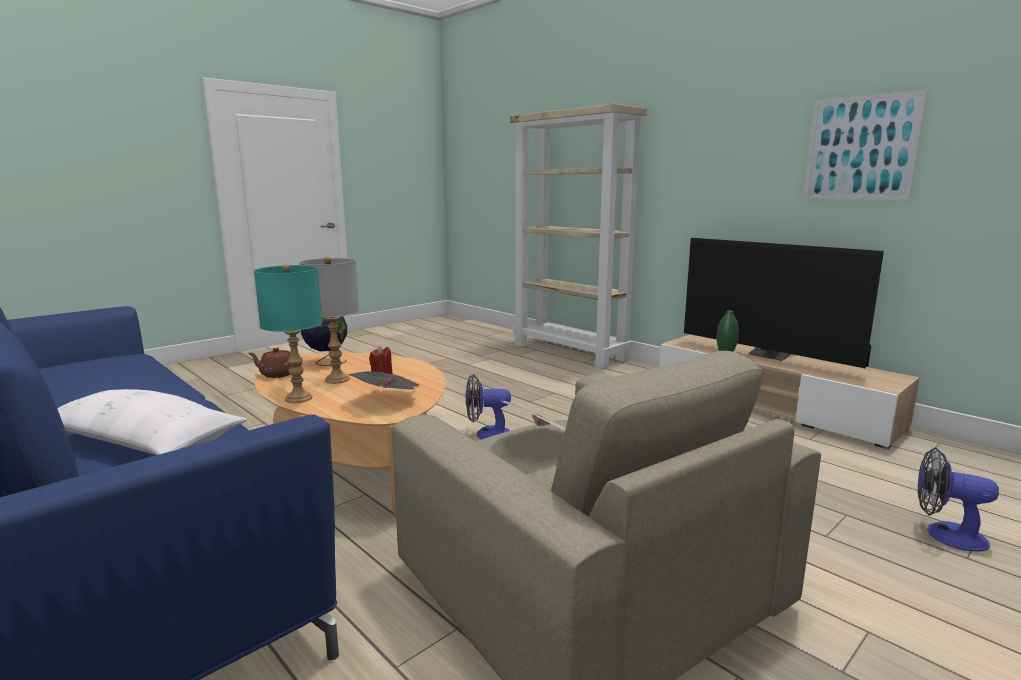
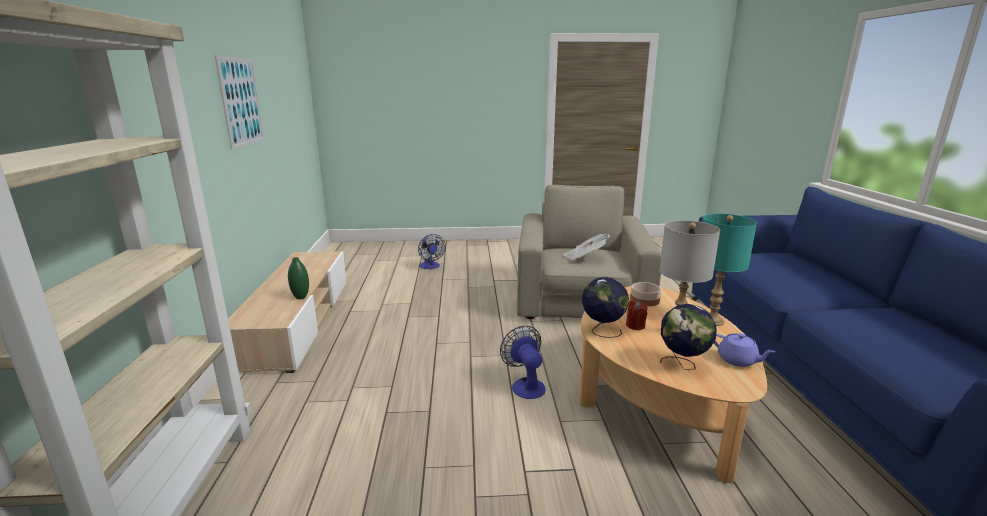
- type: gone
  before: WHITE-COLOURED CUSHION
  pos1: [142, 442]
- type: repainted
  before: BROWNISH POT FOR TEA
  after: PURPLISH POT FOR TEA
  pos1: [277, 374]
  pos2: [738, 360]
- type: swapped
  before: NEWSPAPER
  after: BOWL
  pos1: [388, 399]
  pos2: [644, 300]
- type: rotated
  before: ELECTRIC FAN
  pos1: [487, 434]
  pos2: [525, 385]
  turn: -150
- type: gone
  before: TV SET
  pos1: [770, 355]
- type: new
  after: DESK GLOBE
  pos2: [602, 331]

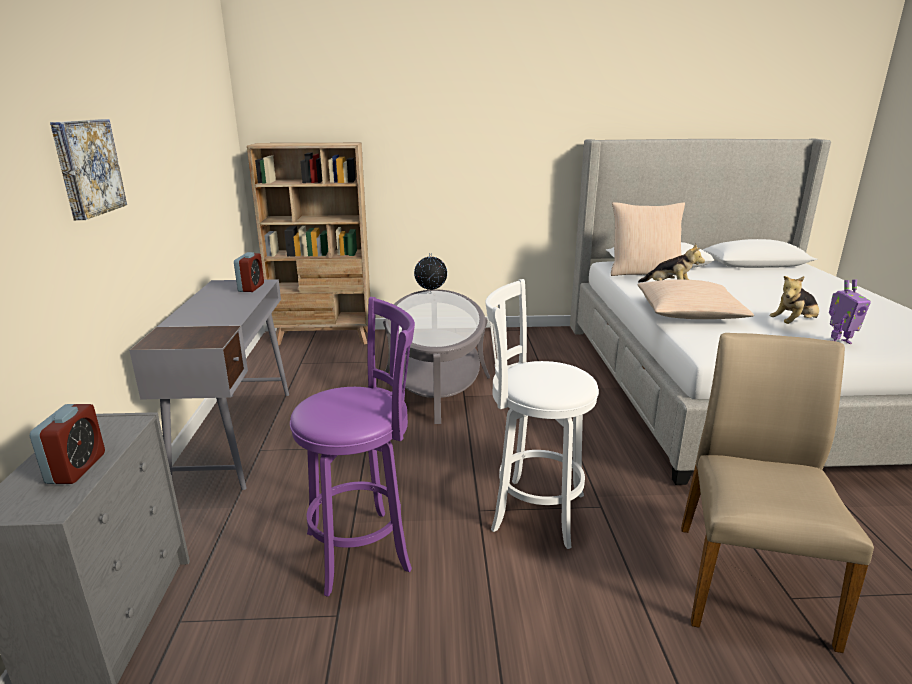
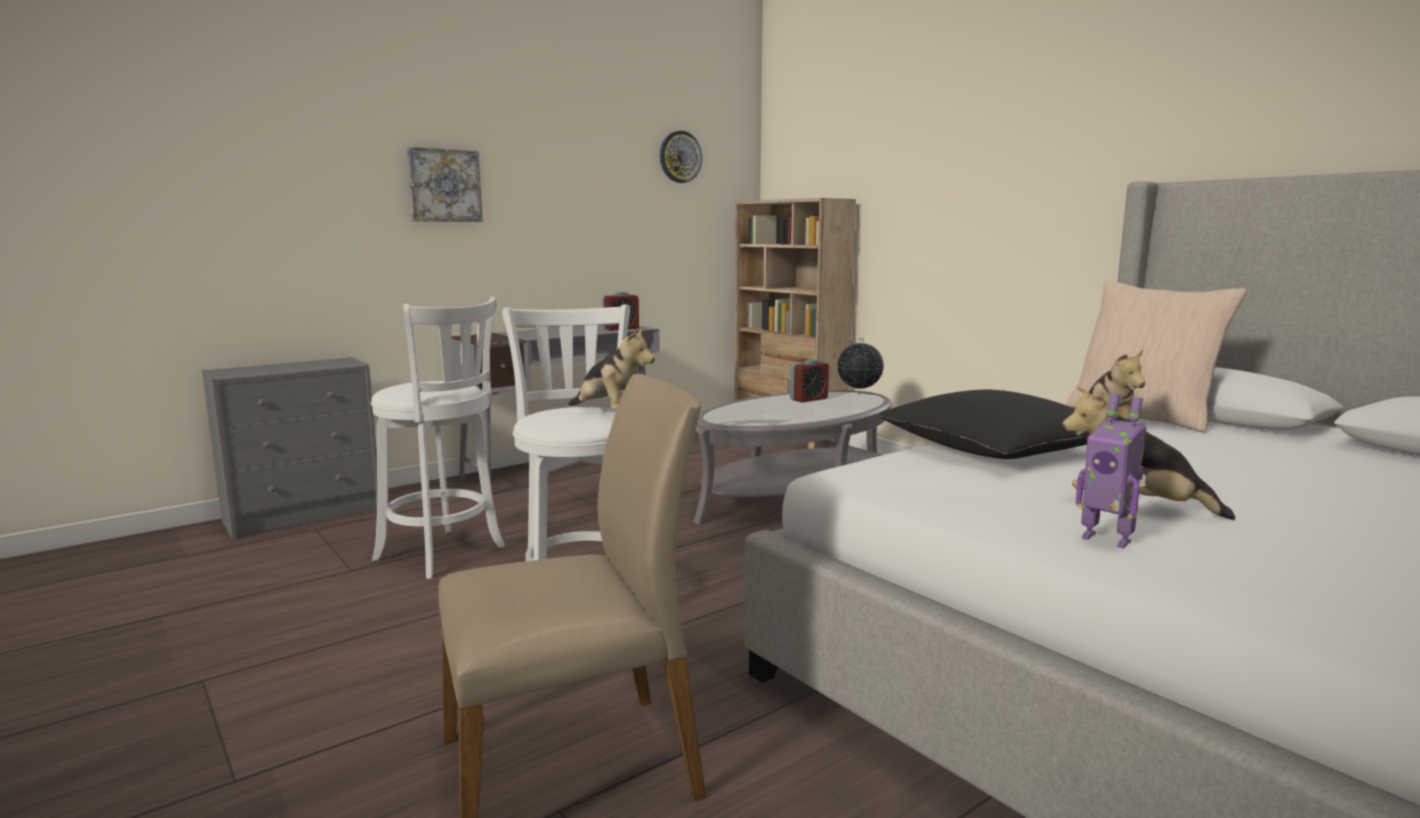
- type: shifted
  before: TABLE CLOCK
  pos1: [76, 468]
  pos2: [808, 399]
- type: repainted
  before: PURPLISH STOOL SEAT
  after: WHITE-COLOURED STOOL SEAT
  pos1: [364, 549]
  pos2: [444, 554]
- type: repainted
  before: SAND-COLOURED CUSHION
  after: BLACK-COLOURED CUSHION
  pos1: [689, 313]
  pos2: [994, 451]
- type: new
  after: PLUSH TOY
  pos2: [609, 414]
- type: new
  after: WALL CLOCK
  pos2: [680, 157]

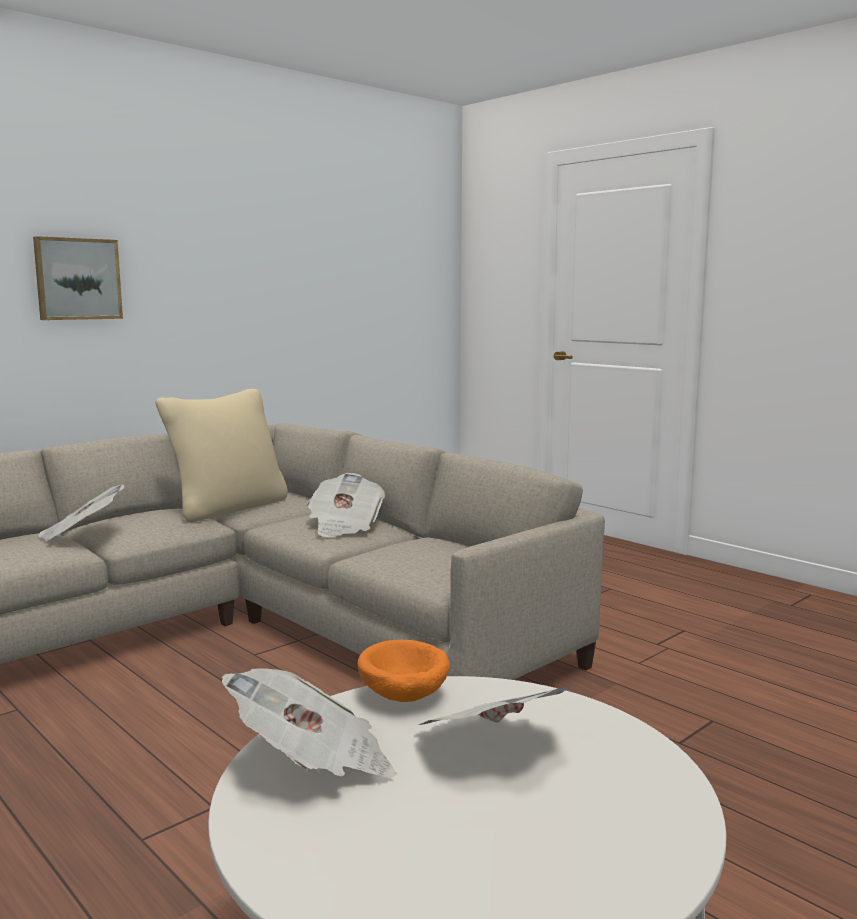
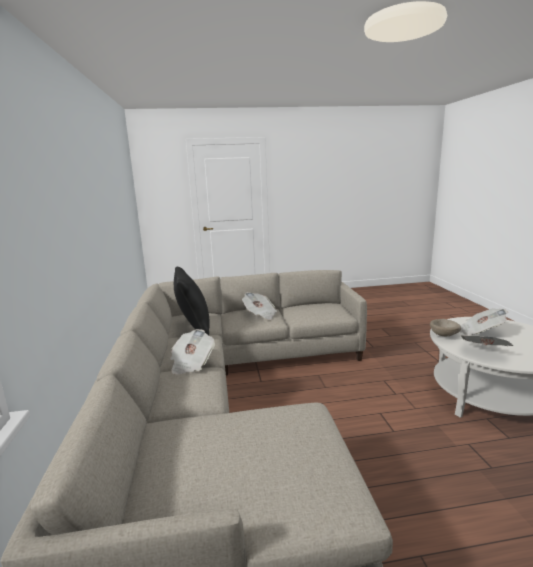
- type: gone
  before: WALL PICTURE
  pos1: [77, 279]
- type: repainted
  before: SAND-COLOURED CUSHION
  after: BLACK-COLOURED CUSHION
  pos1: [228, 508]
  pos2: [194, 328]
- type: repainted
  before: ORANGEY BOWL
  after: SAND-COLOURED BOWL
  pos1: [403, 698]
  pos2: [444, 335]

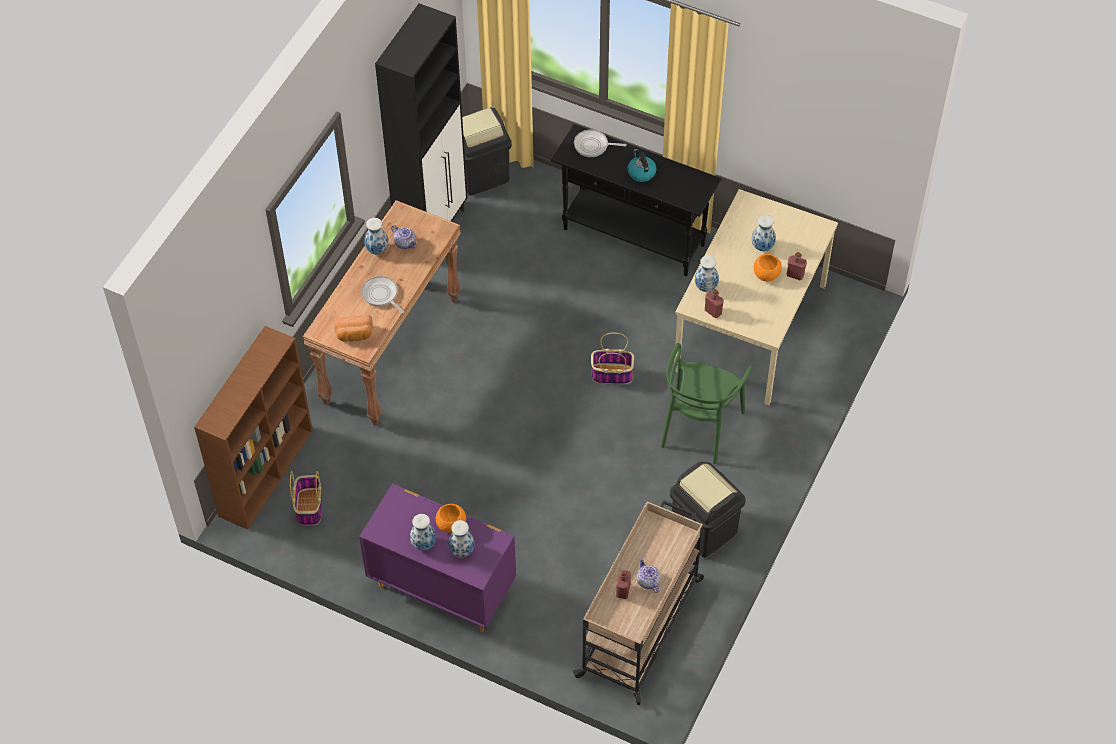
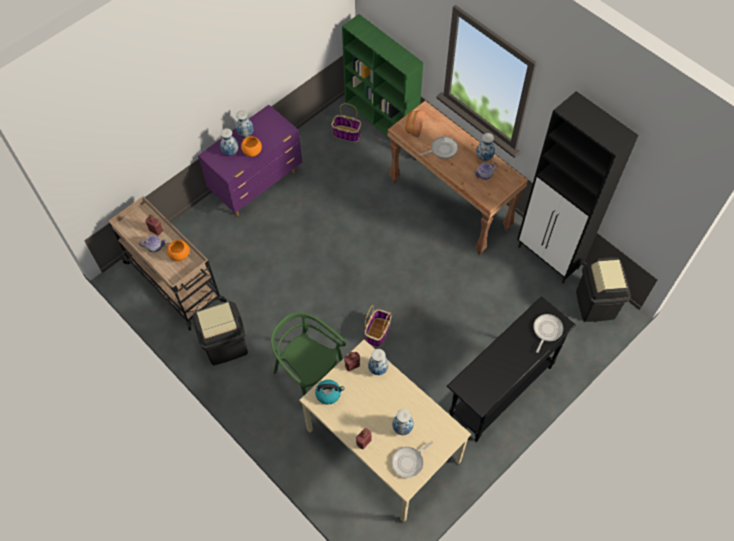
- type: repainted
  before: BROWNISH BOOKSHELF
  after: GREEN-COLOURED BOOKSHELF
  pos1: [266, 472]
  pos2: [381, 119]
- type: shifted
  before: WATER KETTLE
  pos1: [641, 172]
  pos2: [328, 394]
- type: shifted
  before: ORANGEY BOWL
  pos1: [766, 274]
  pos2: [180, 255]
- type: new
  after: PAN
  pos2: [409, 462]

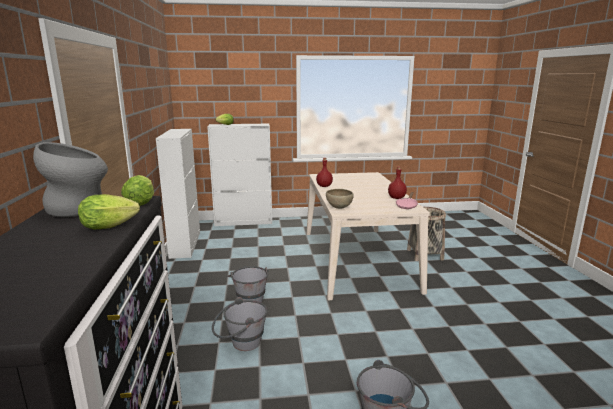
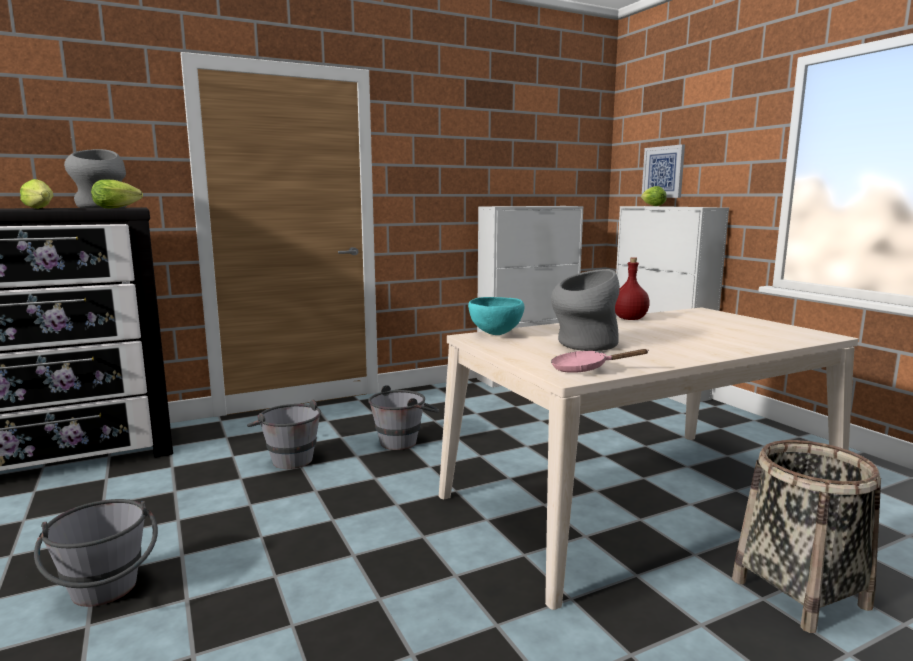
- type: repainted
  before: BROWNISH BOWL
  after: BLUE-GREEN BOWL
  pos1: [339, 208]
  pos2: [495, 334]
- type: gone
  before: RED BEVERAGE BOTTLE
  pos1: [396, 198]
- type: new
  after: GREYISH FLOWER VASE
  pos2: [582, 345]
- type: new
  after: WALL PICTURE
  pos2: [663, 172]

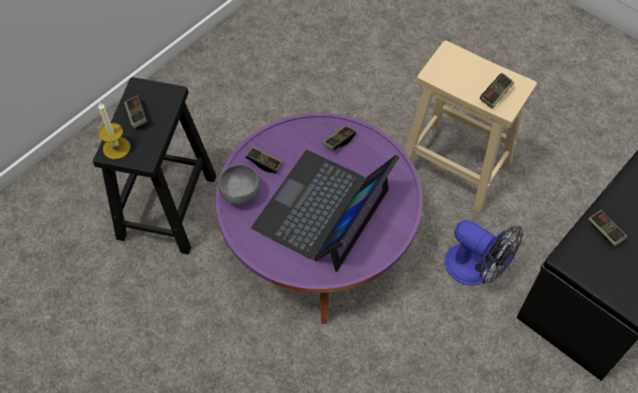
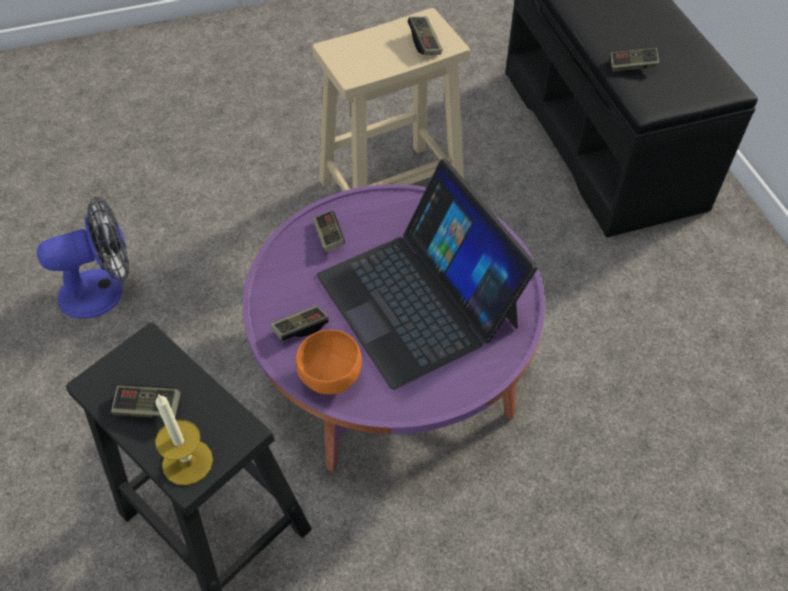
- type: repainted
  before: GREYISH BOWL
  after: ORANGEY BOWL
  pos1: [240, 194]
  pos2: [330, 376]
- type: shifted
  before: ELECTRIC FAN
  pos1: [476, 269]
  pos2: [103, 290]

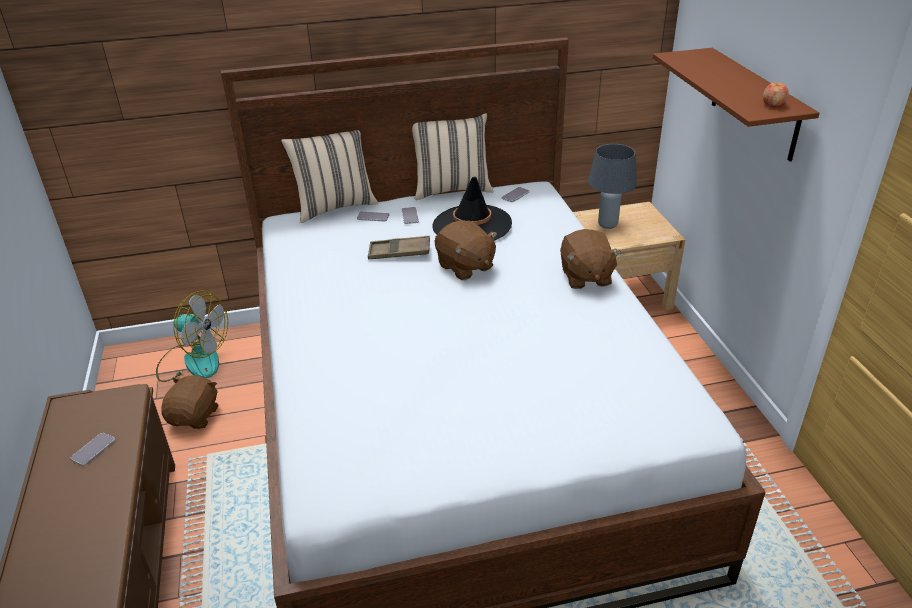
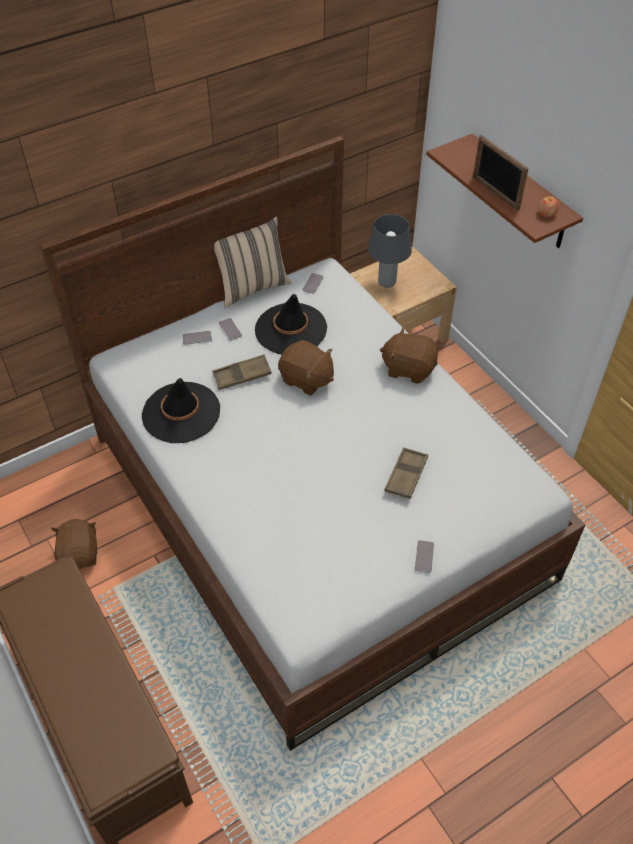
- type: shifted
  before: HANDSET
  pos1: [93, 449]
  pos2: [424, 556]
- type: gone
  before: ELECTRIC FAN
  pos1: [193, 360]
- type: gone
  before: SAND-COLOURED CUSHION
  pos1: [334, 207]
- type: rotated
  before: BROWNISH PLUSH TOY
  pos1: [585, 277]
  pos2: [408, 368]
  turn: 135
- type: new
  after: BLACK-COLOURED HAT
  pos2: [181, 413]
- type: new
  after: BROWNISH SERVING TRAY
  pos2: [406, 475]
- type: new
  after: PICTURE FRAME
  pos2: [495, 193]

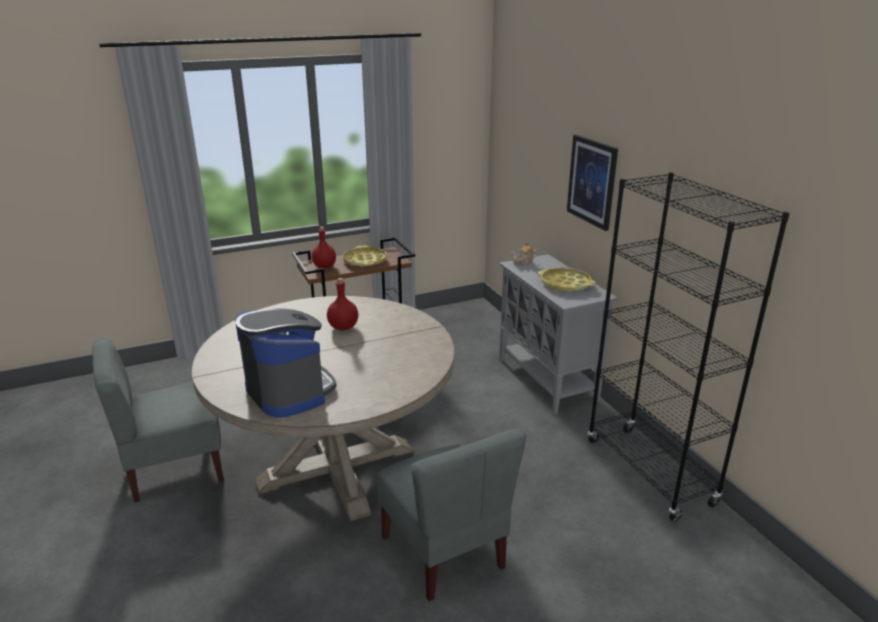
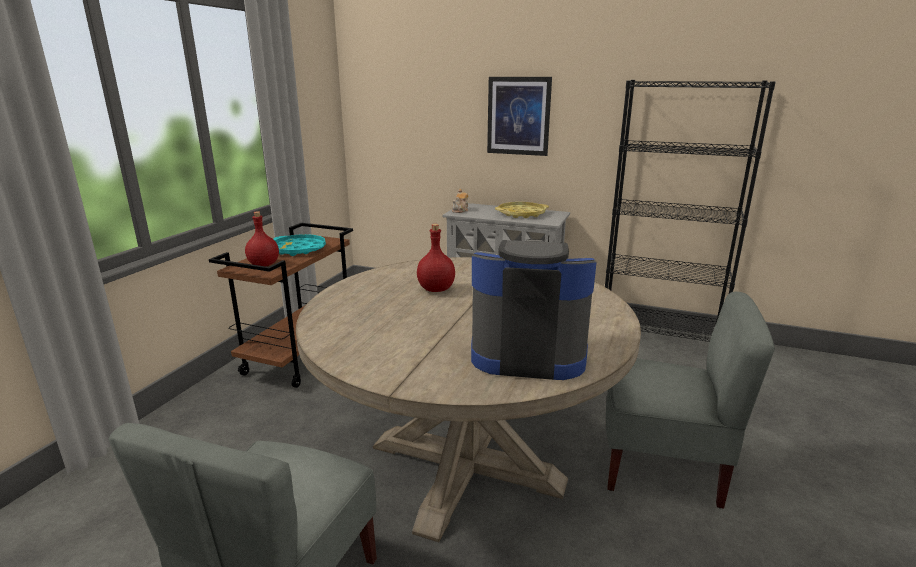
- type: repainted
  before: YELLOWISH SERVING TRAY
  after: BLUE-GREEN SERVING TRAY
  pos1: [365, 261]
  pos2: [299, 249]

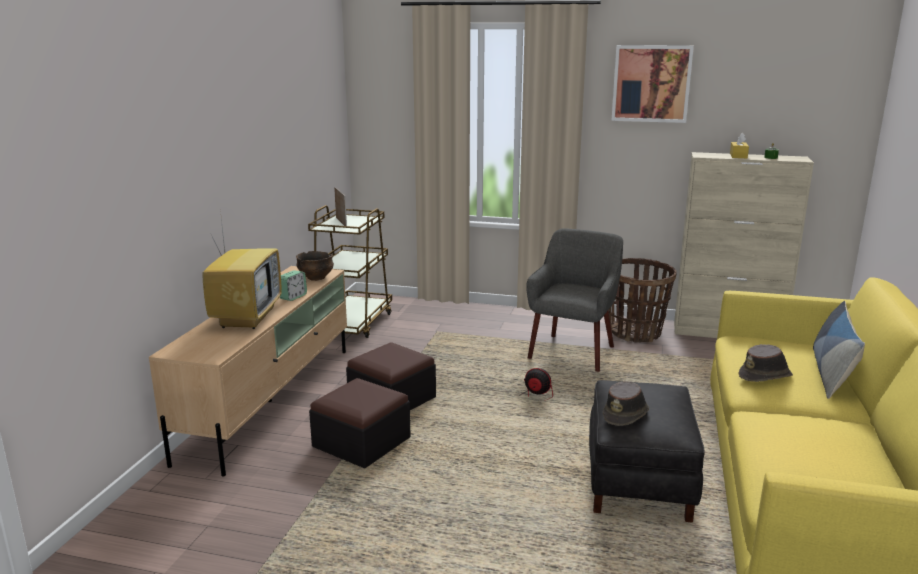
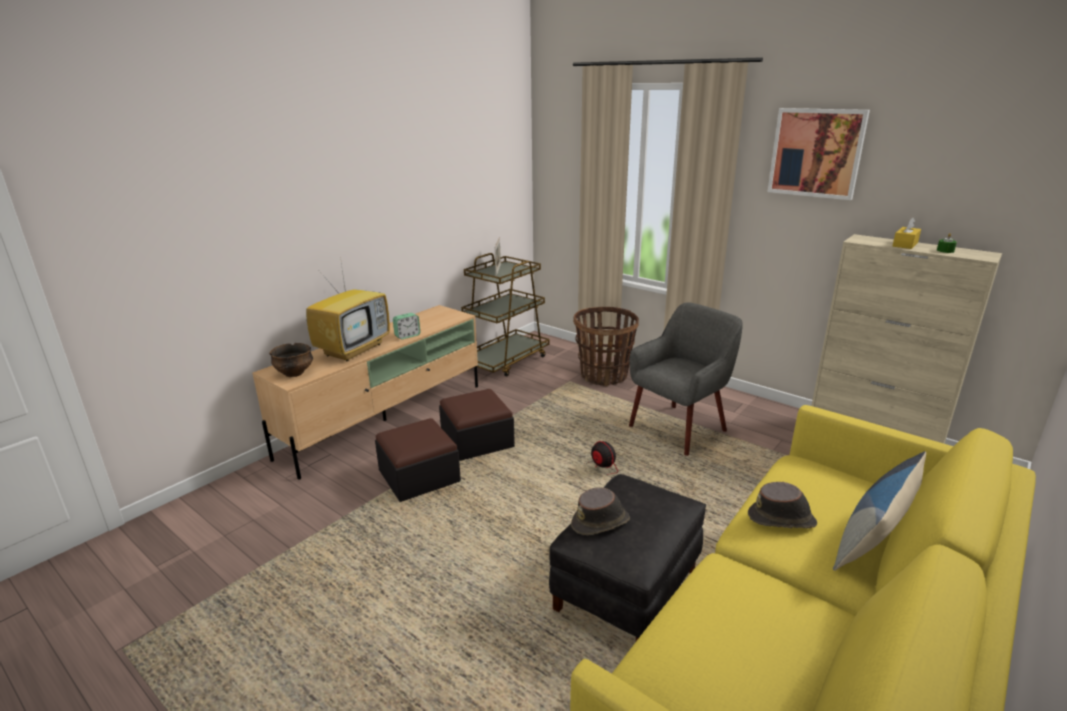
- type: shifted
  before: BOWL
  pos1: [316, 278]
  pos2: [294, 373]
- type: shifted
  before: STORAGE BASKET
  pos1: [634, 333]
  pos2: [604, 375]

